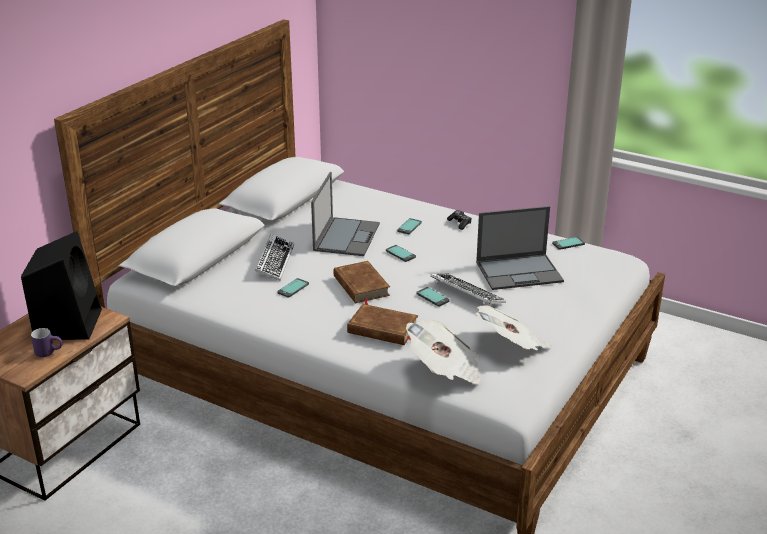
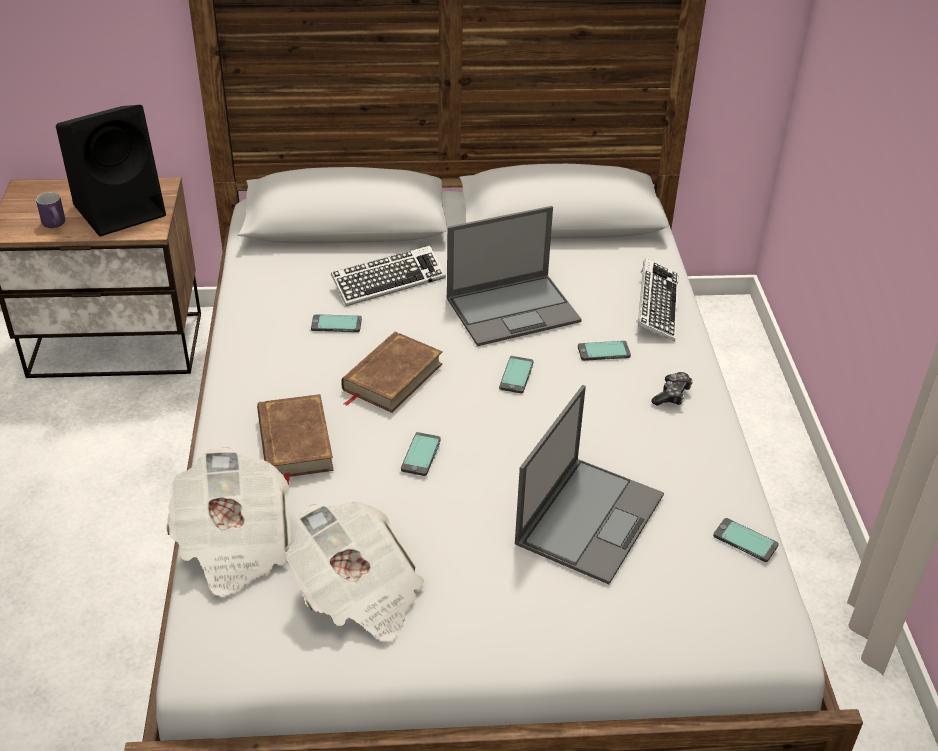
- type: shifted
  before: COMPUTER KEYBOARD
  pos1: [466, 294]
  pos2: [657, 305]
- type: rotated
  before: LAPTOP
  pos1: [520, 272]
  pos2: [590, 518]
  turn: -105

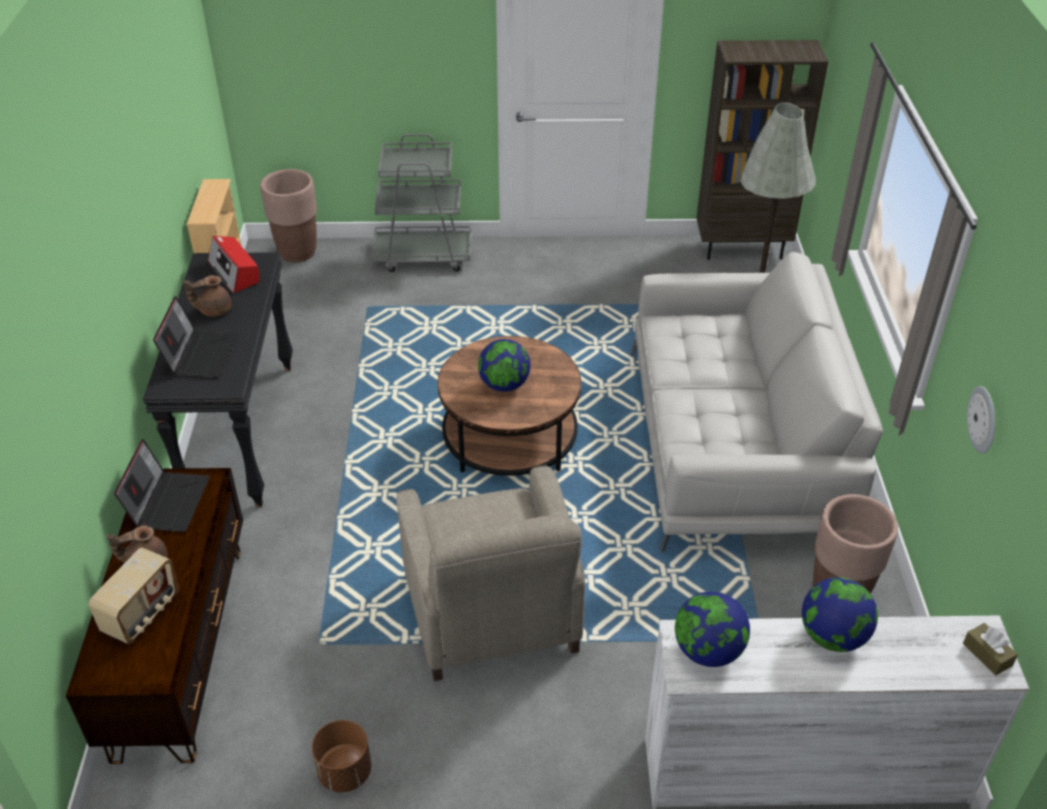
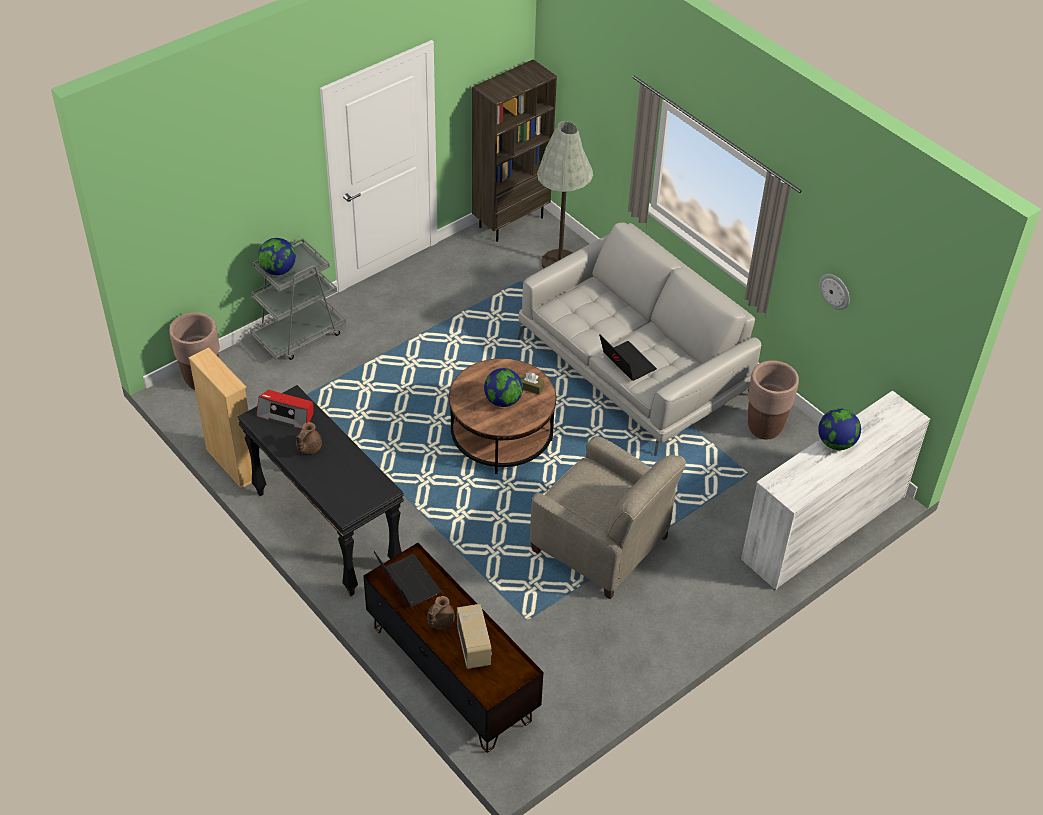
- type: shifted
  before: LAPTOP
  pos1: [200, 354]
  pos2: [625, 363]
- type: gone
  before: BROWNISH FLOWER POT
  pos1: [344, 772]
- type: shifted
  before: DESK GLOBE
  pos1: [708, 651]
  pos2: [278, 270]
- type: shifted
  before: BROWNISH BOX OF TISSUES
  pos1: [987, 654]
  pos2: [530, 387]

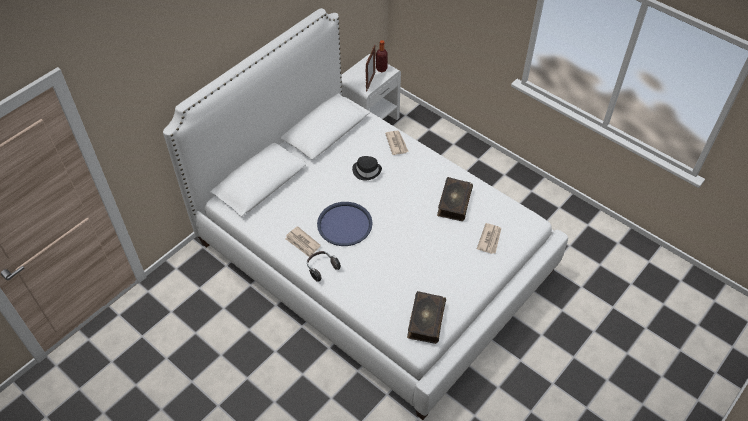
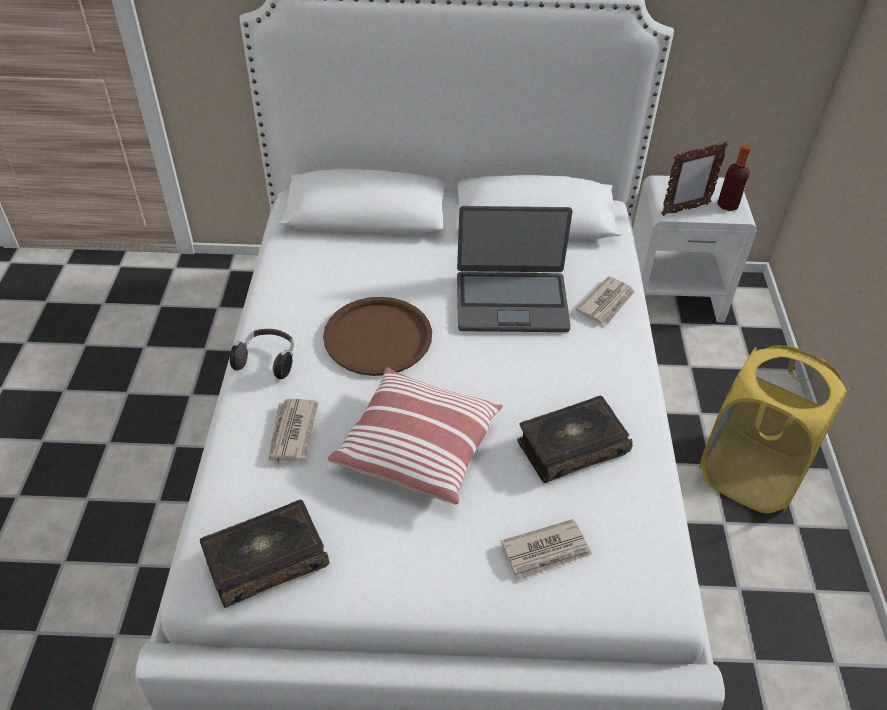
- type: shifted
  before: NEWSPAPER
  pos1: [302, 243]
  pos2: [291, 433]
- type: repainted
  before: BLUISH SERVING TRAY
  after: BROWNISH SERVING TRAY
  pos1: [344, 224]
  pos2: [378, 337]
- type: swapped
  before: BLACK-COLOURED HAT
  after: LAPTOP
  pos1: [367, 171]
  pos2: [511, 302]
- type: new
  after: CUSHION
  pos2: [418, 447]
- type: new
  after: YELLOWISH LAUNDRY BASKET
  pos2: [749, 474]

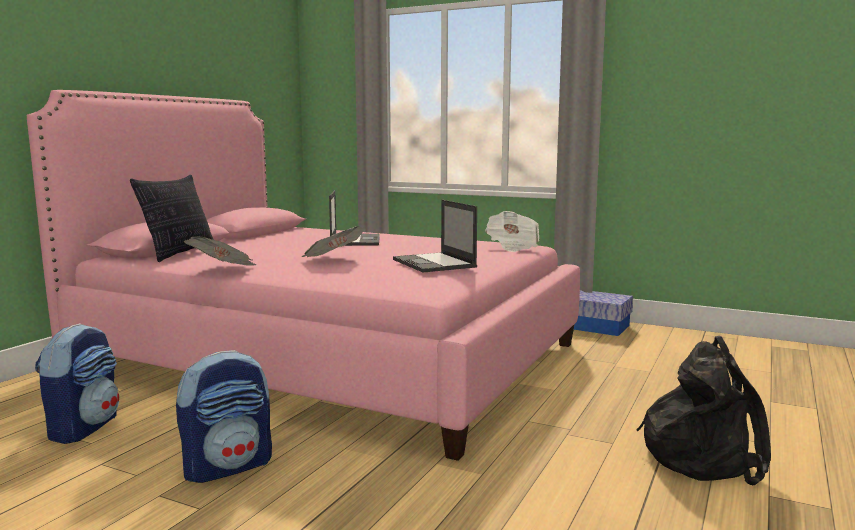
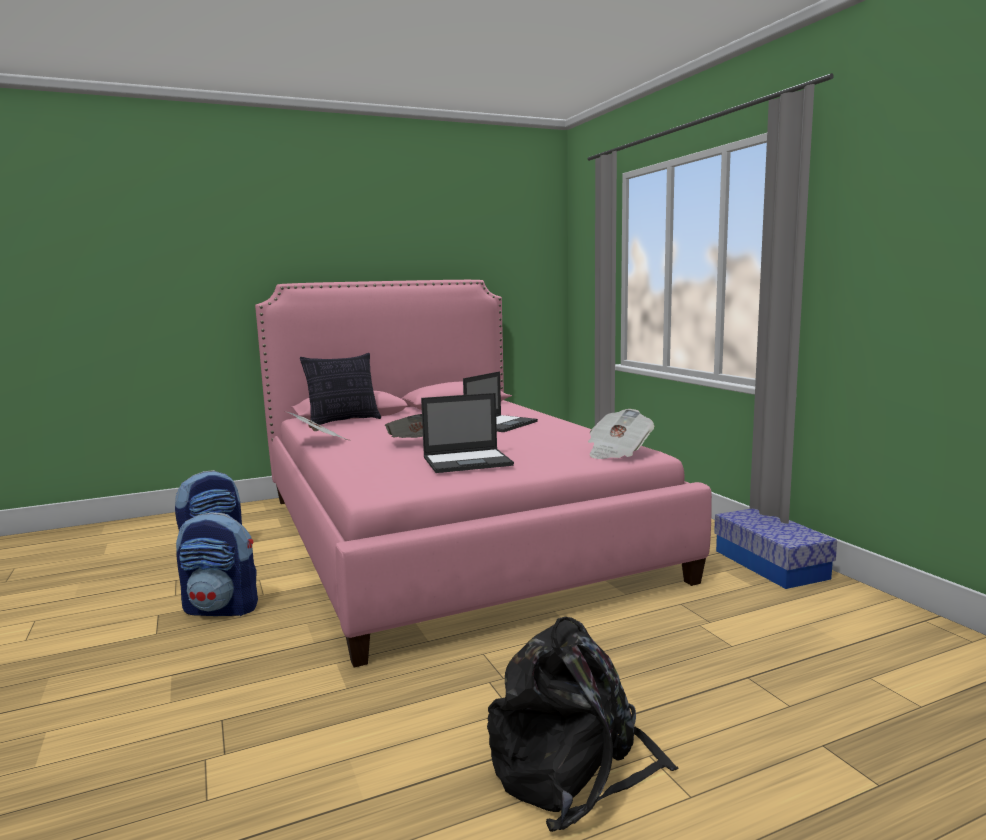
- type: rotated
  before: LAPTOP
  pos1: [434, 263]
  pos2: [468, 461]
  turn: -120

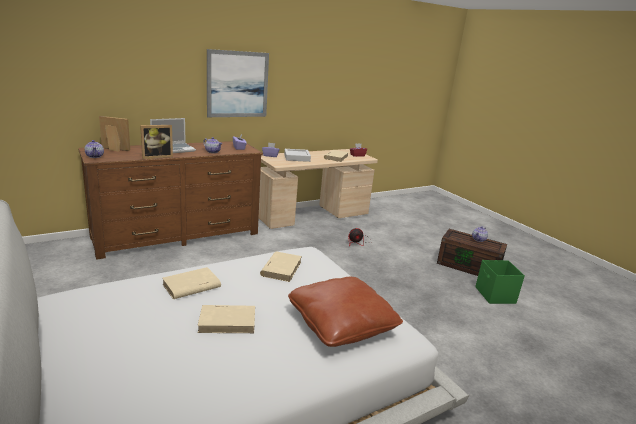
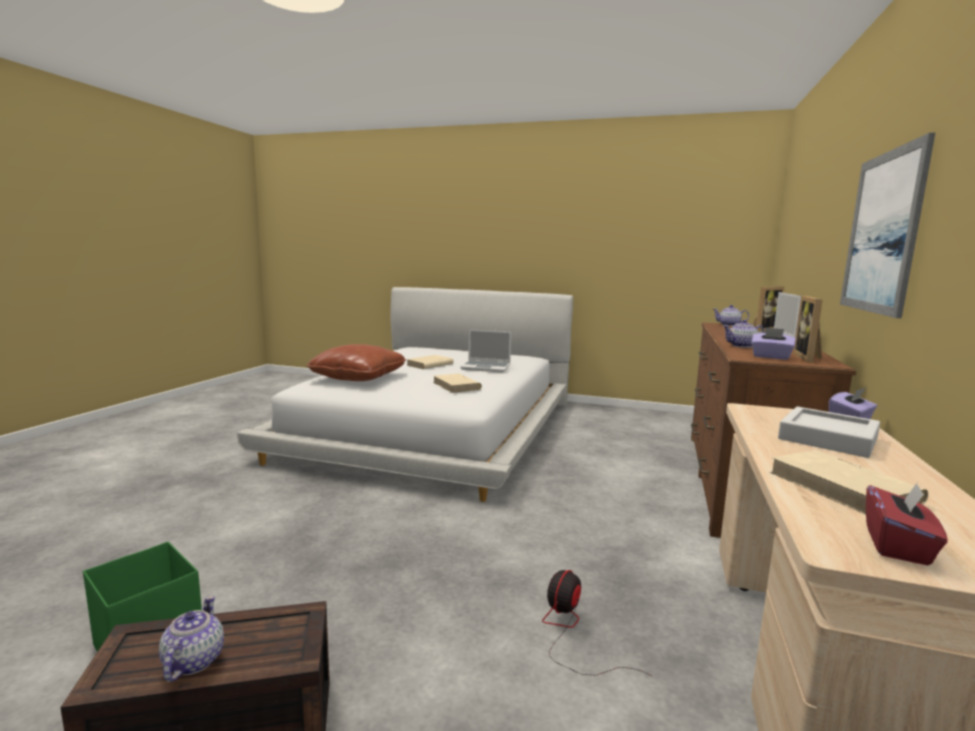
- type: shifted
  before: PICTURE FRAME
  pos1: [157, 156]
  pos2: [809, 358]
- type: swapped
  before: SAND-COLOURED BOOK
  after: LAPTOP
  pos1: [191, 286]
  pos2: [486, 367]

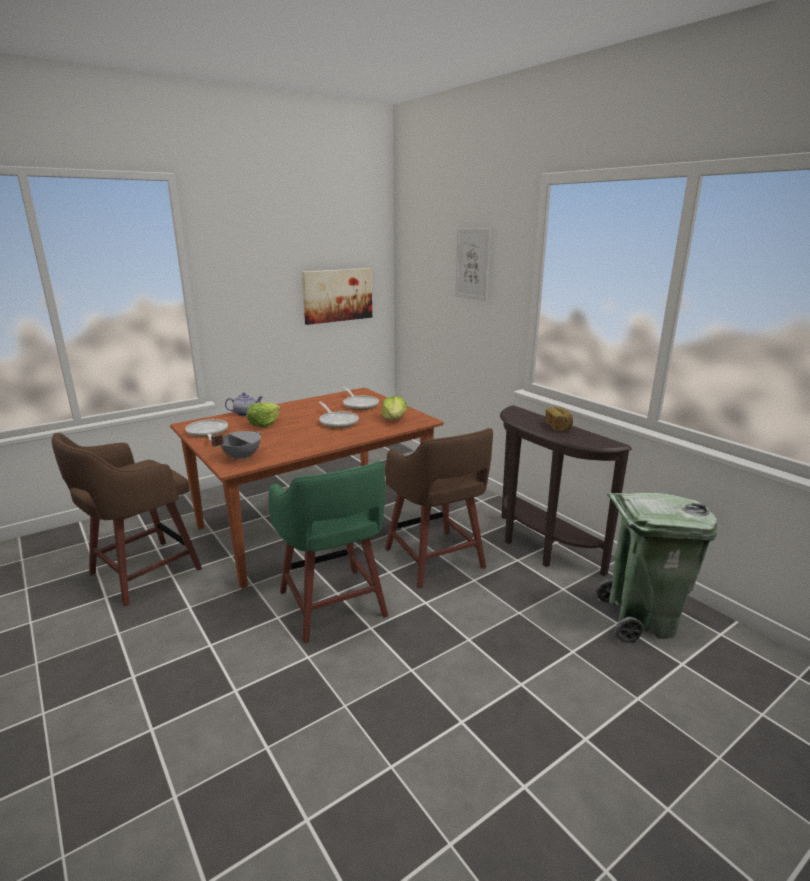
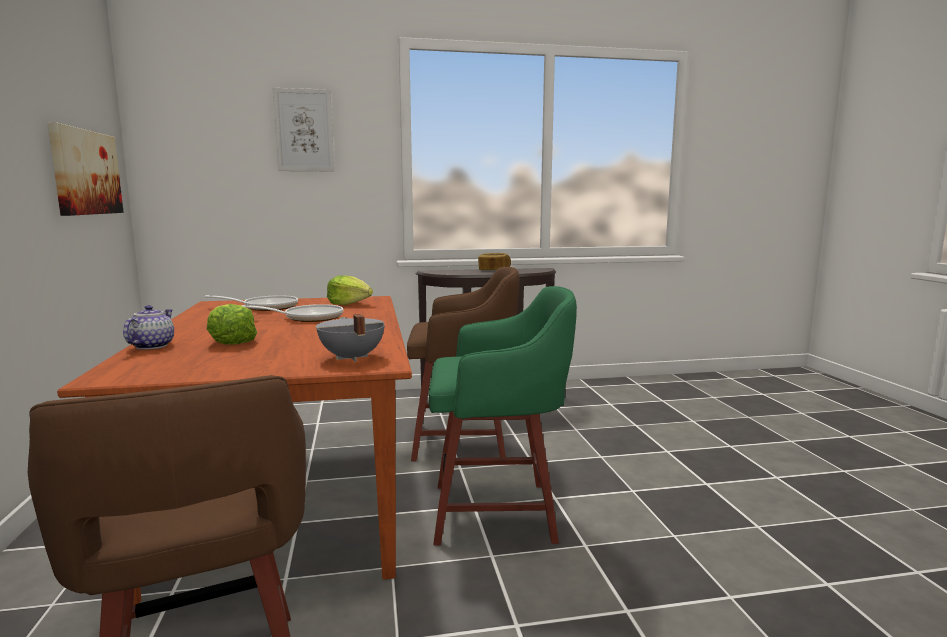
- type: gone
  before: PAN
  pos1: [207, 433]
- type: gone
  before: GREEN-COLOURED TRASH CAN
  pos1: [639, 620]

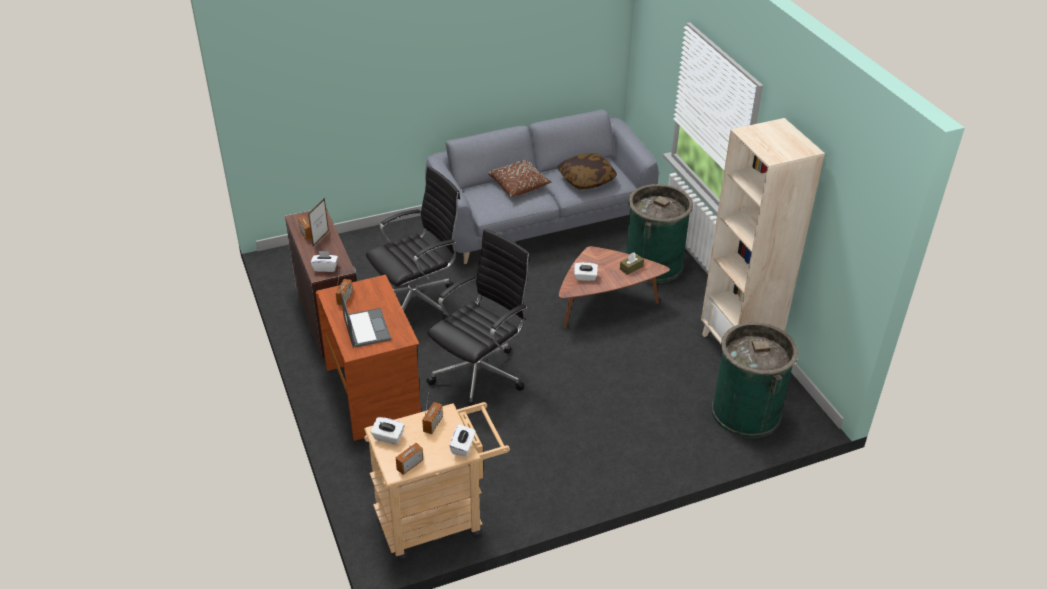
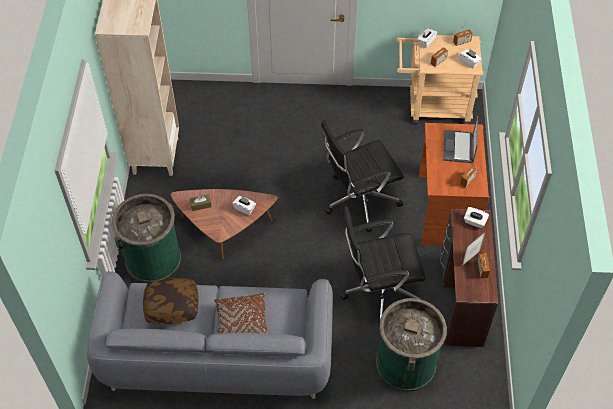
- type: shifted
  before: GREEN-COLOURED TRASH CAN
  pos1: [746, 412]
  pos2: [406, 363]

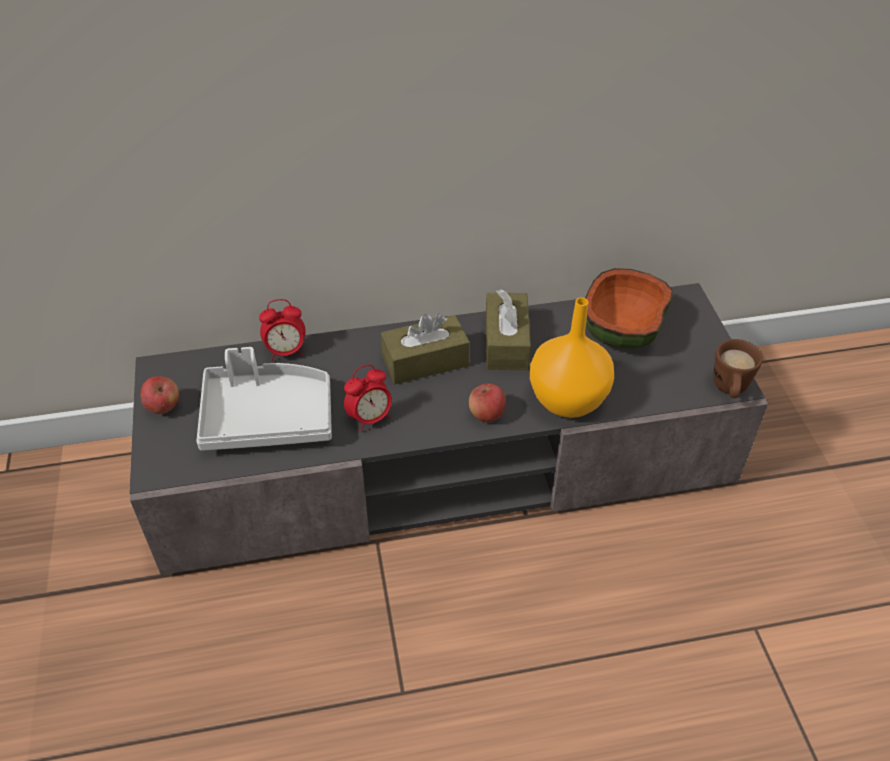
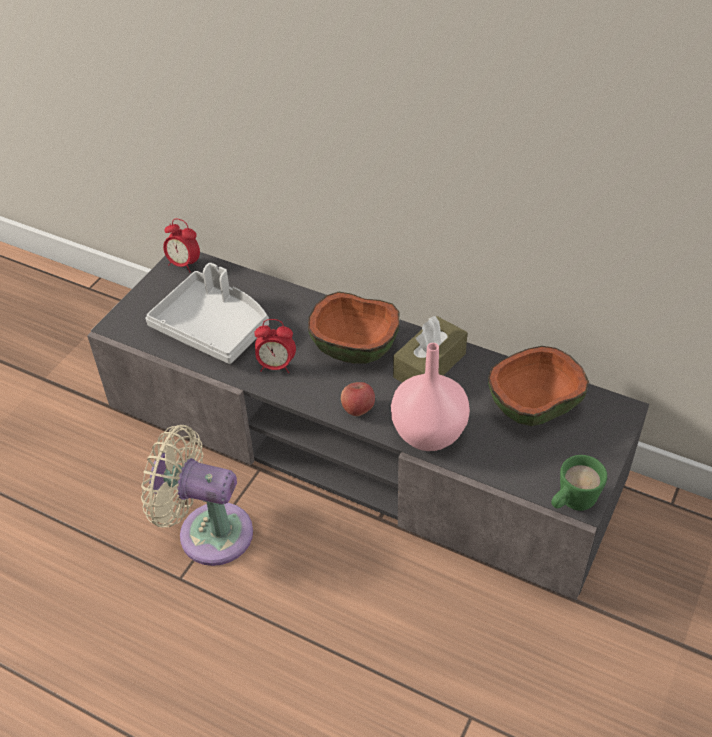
- type: gone
  before: APPLE
  pos1: [163, 407]
- type: shifted
  before: TABLE CLOCK
  pos1: [286, 352]
  pos2: [184, 264]
- type: swapped
  before: BROWNISH BOX OF TISSUES
  after: BOWL
  pos1: [425, 361]
  pos2: [355, 347]
- type: repainted
  before: ORANGEY FLOWER VASE
  after: PINKISH FLOWER VASE
  pos1: [566, 400]
  pos2: [428, 433]
- type: repainted
  before: BROWNISH MUG
  after: GREEN-COLOURED MUG
  pos1: [729, 390]
  pos2: [571, 503]
- type: new
  after: SAND-COLOURED ELECTRIC FAN
  pos2: [208, 532]

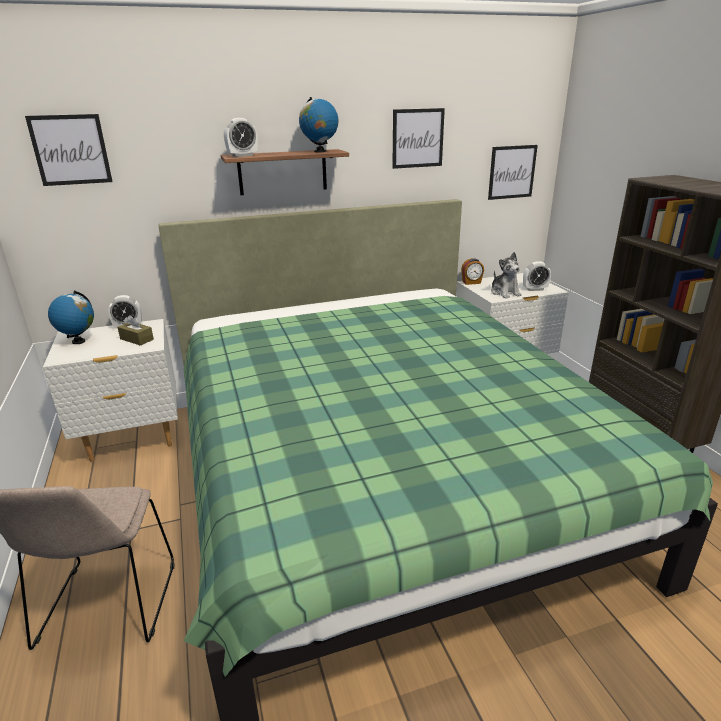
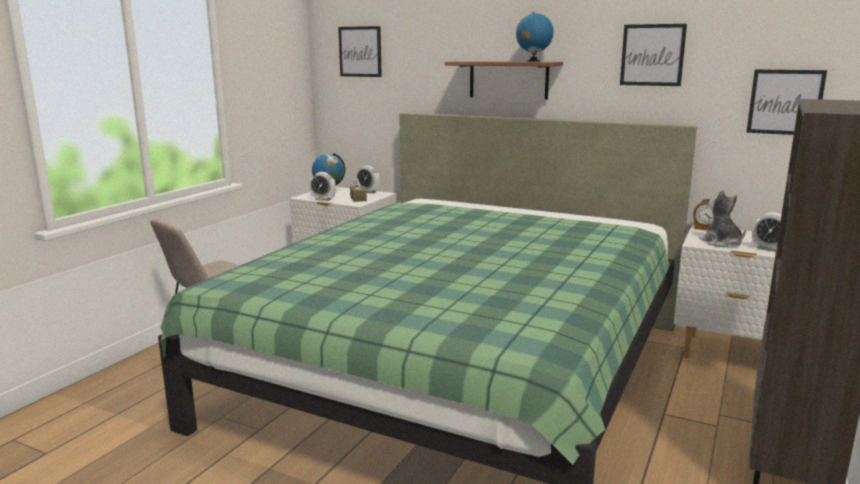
- type: shifted
  before: TABLE CLOCK
  pos1: [242, 156]
  pos2: [323, 199]
- type: rotated
  before: PLUSH TOY
  pos1: [505, 292]
  pos2: [721, 243]
  turn: 135

